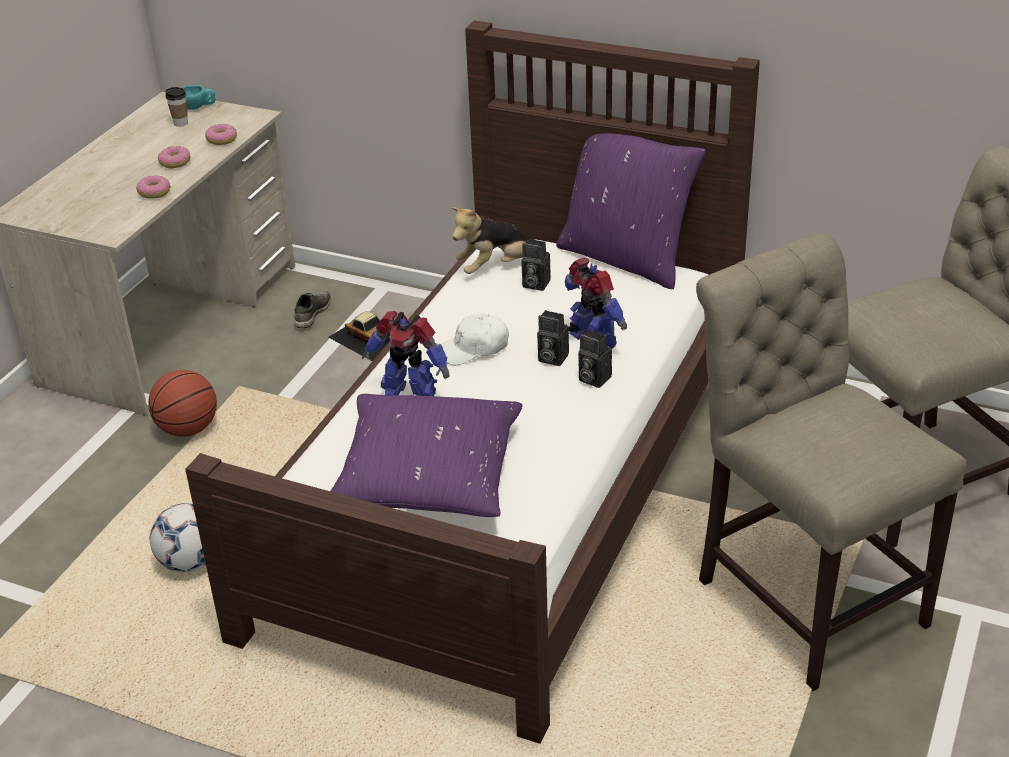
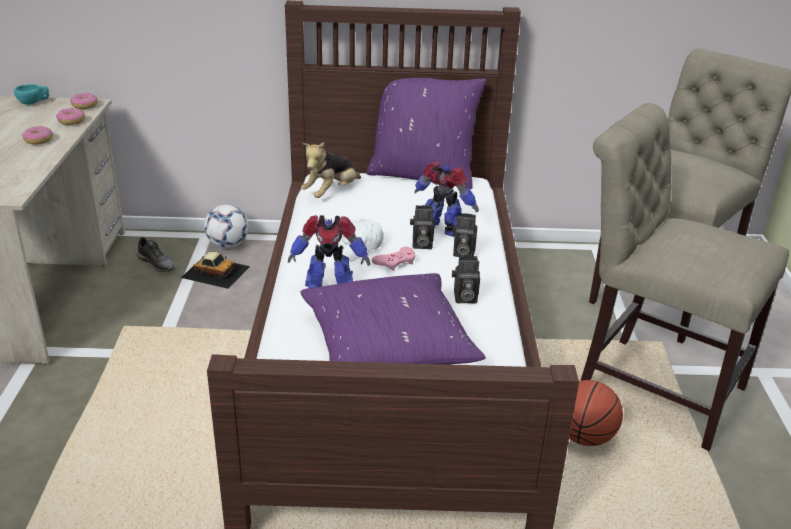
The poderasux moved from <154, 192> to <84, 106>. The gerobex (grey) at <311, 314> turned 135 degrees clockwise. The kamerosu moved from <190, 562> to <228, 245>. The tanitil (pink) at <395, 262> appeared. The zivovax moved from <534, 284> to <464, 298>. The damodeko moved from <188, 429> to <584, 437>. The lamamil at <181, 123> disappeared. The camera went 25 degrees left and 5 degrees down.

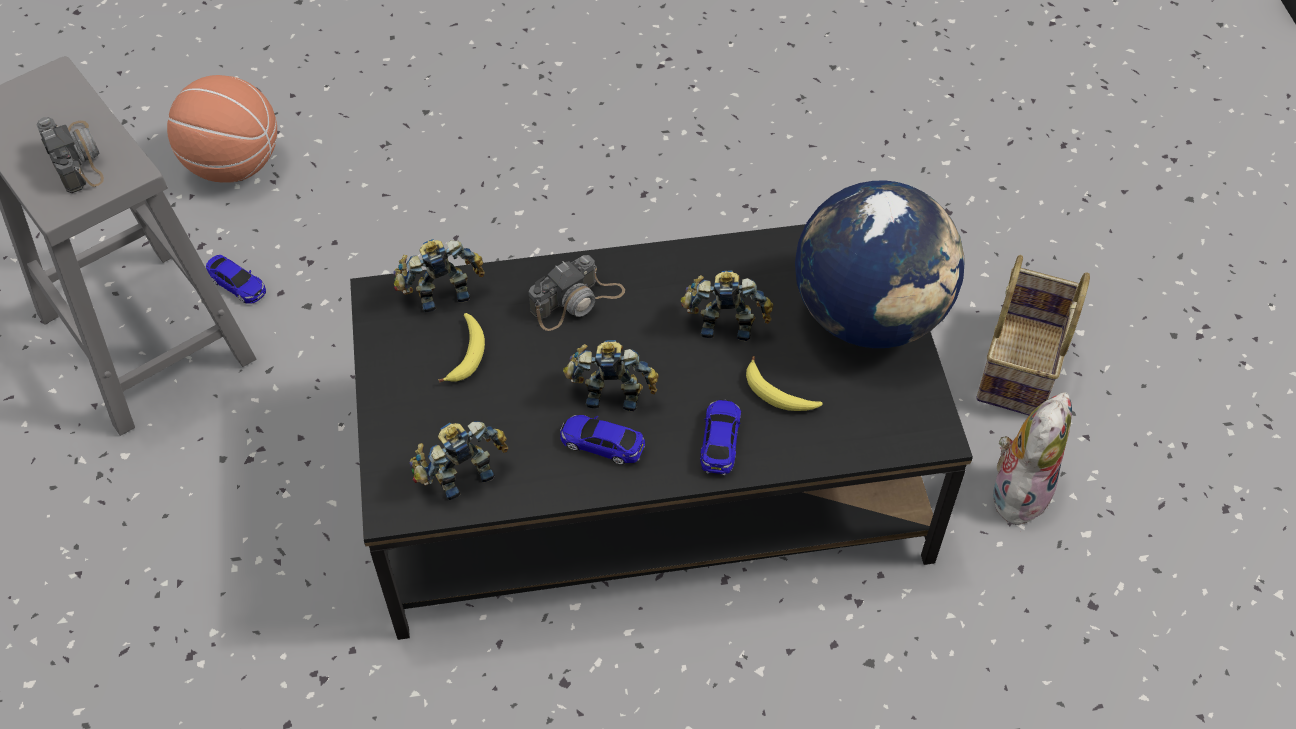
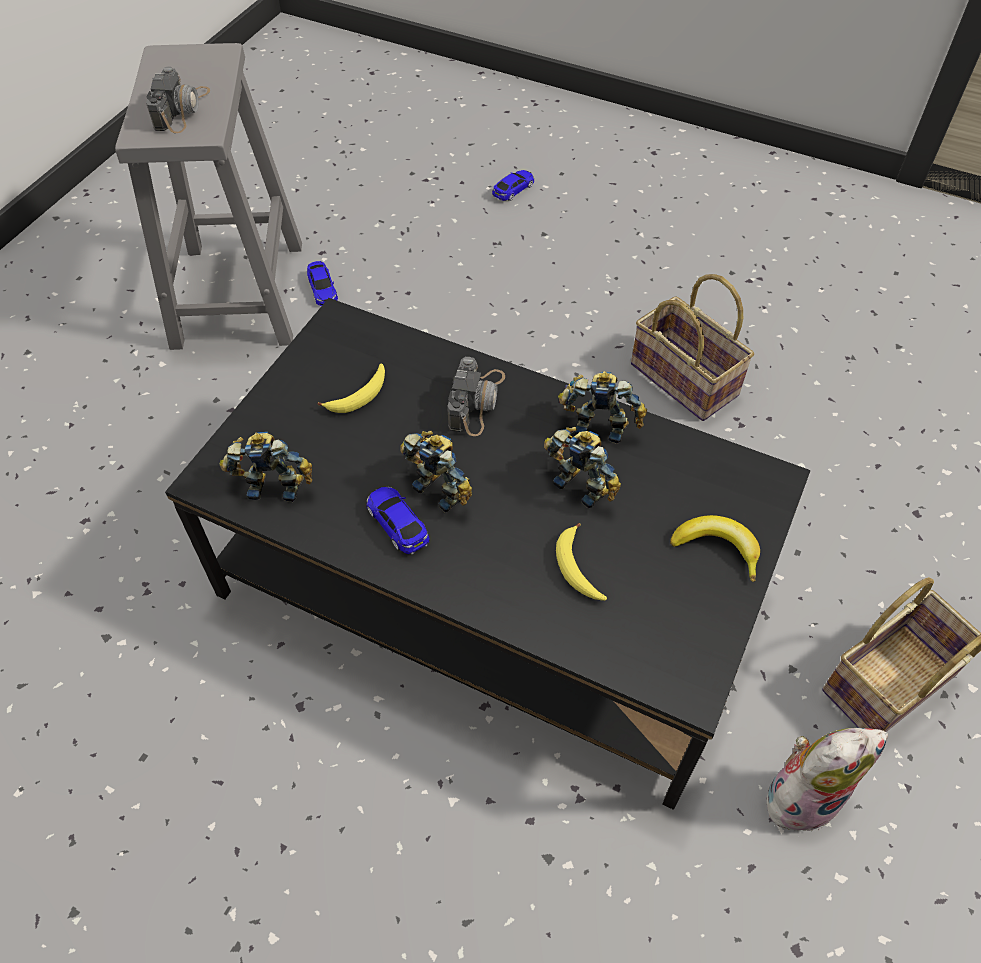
The zivovax at <577, 301> turned 75 degrees counterclockwise. The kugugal moved from <720, 441> to <513, 190>. The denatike moved from <441, 292> to <599, 424>. The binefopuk at <687, 380> appeared. The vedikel at <870, 316> was replaced by the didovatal at <717, 548>. The damodeko at <233, 164> disappeared. The camera went 35 degrees right and 0 degrees up.

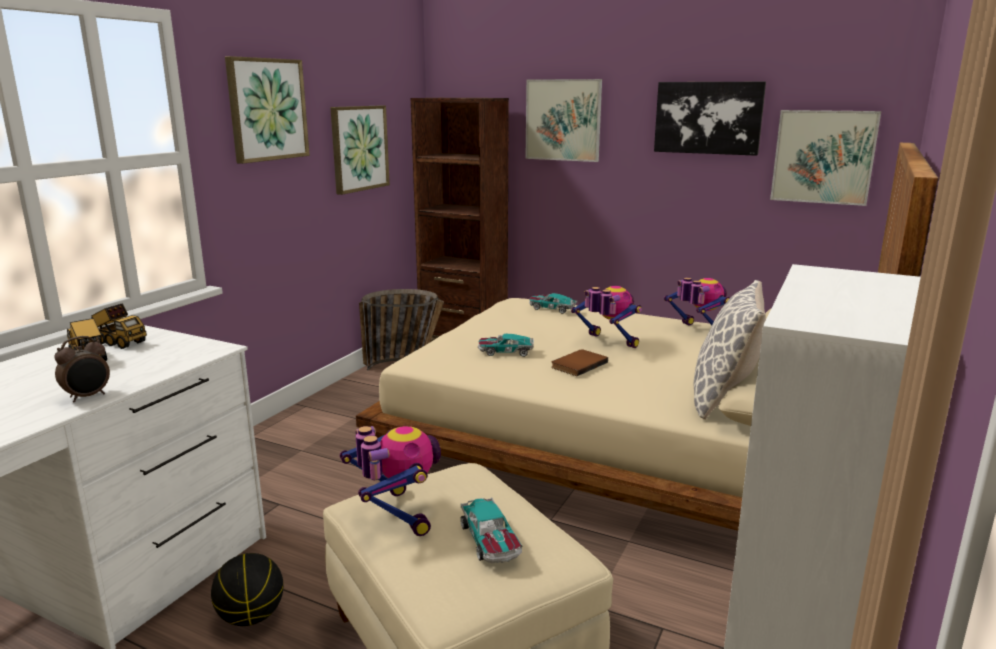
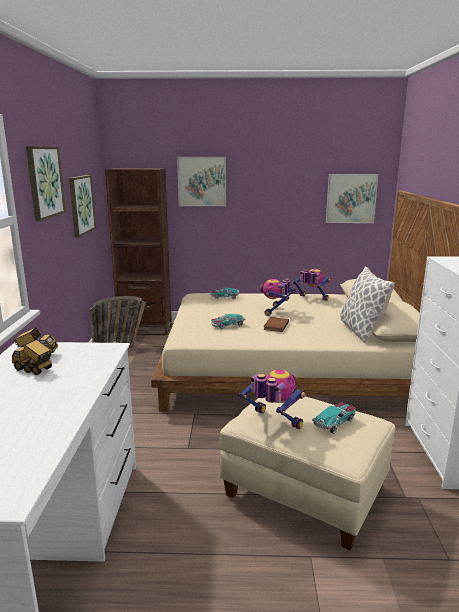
The denatike at <607, 343> turned 90 degrees counterclockwise. The kugugal at <490, 541> turned 90 degrees counterclockwise. The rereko at <88, 396> disappeared. The damodeko at <251, 616> disappeared. The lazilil at <708, 118> disappeared. The camera went 25 degrees left and 0 degrees up.

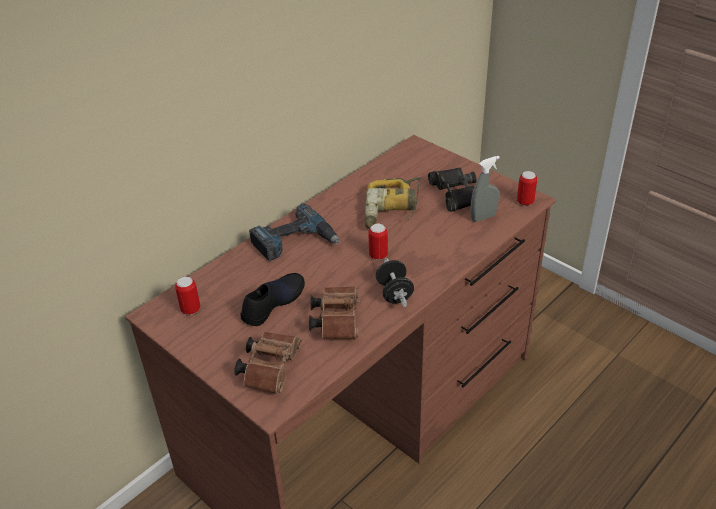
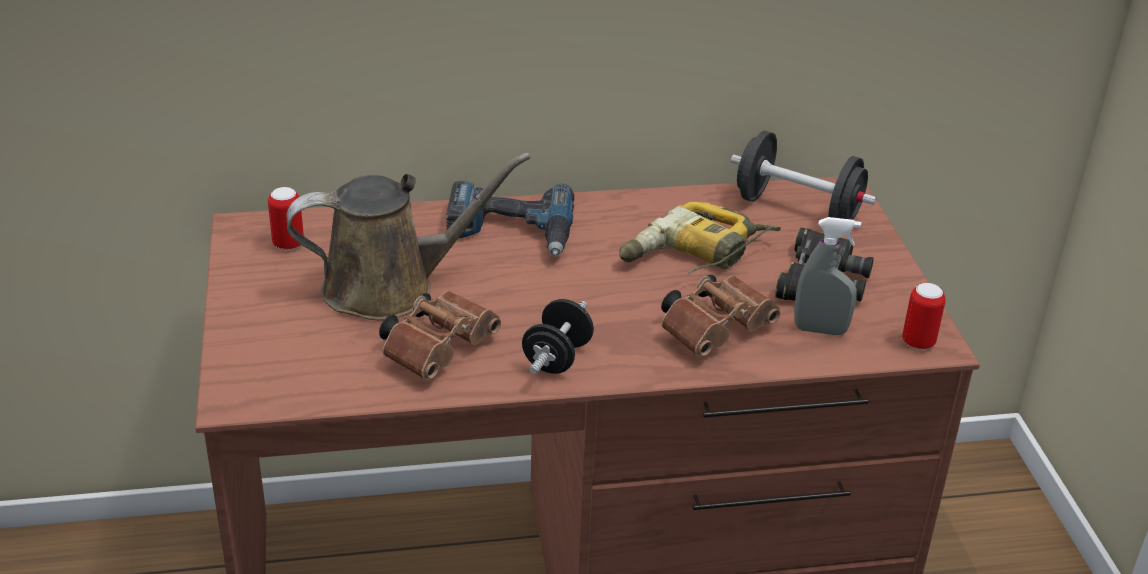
The gerobex (black) at <273, 303> was replaced by the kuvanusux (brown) at <390, 287>. The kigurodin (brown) moved from <271, 368> to <717, 330>. The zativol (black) at <797, 210> appeared. The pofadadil at <378, 255> disappeared. The camera went 35 degrees right and 5 degrees down.

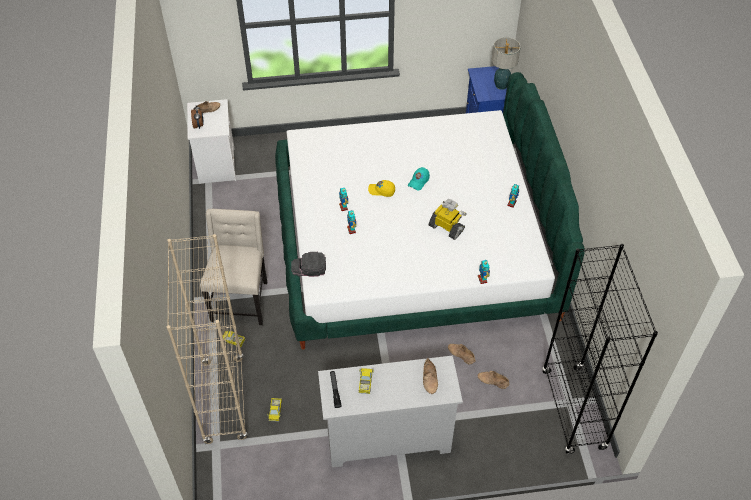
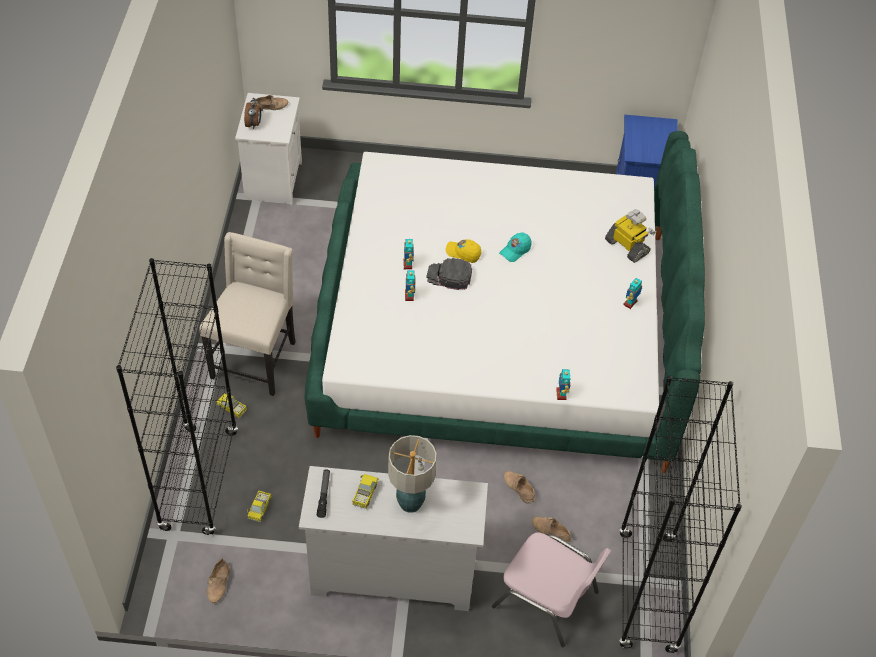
The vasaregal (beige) at <224, 400> became the vasaregal (black) at <199, 480>. The gerobex (beige) moved from <430, 378> to <219, 584>. The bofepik moved from <501, 85> to <411, 503>. The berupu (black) moved from <309, 267> to <449, 276>. The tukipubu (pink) at <547, 600> appeared. The denatike moved from <447, 227> to <627, 247>. The camera went 10 degrees right and 0 degrees up.

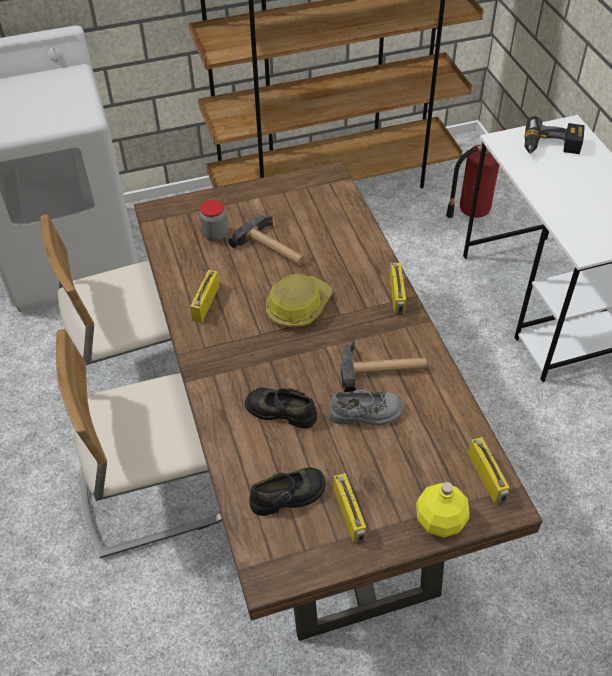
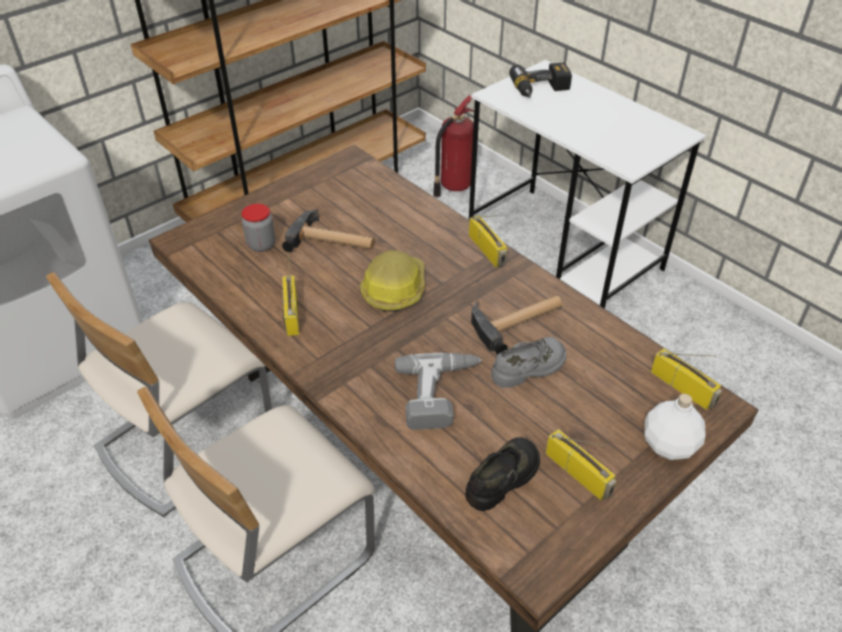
The gerobex (black) at <281, 410> was replaced by the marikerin at <441, 394>. The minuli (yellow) at <439, 520> became the minuli (white) at <668, 445>. The camera went 25 degrees left and 5 degrees down.

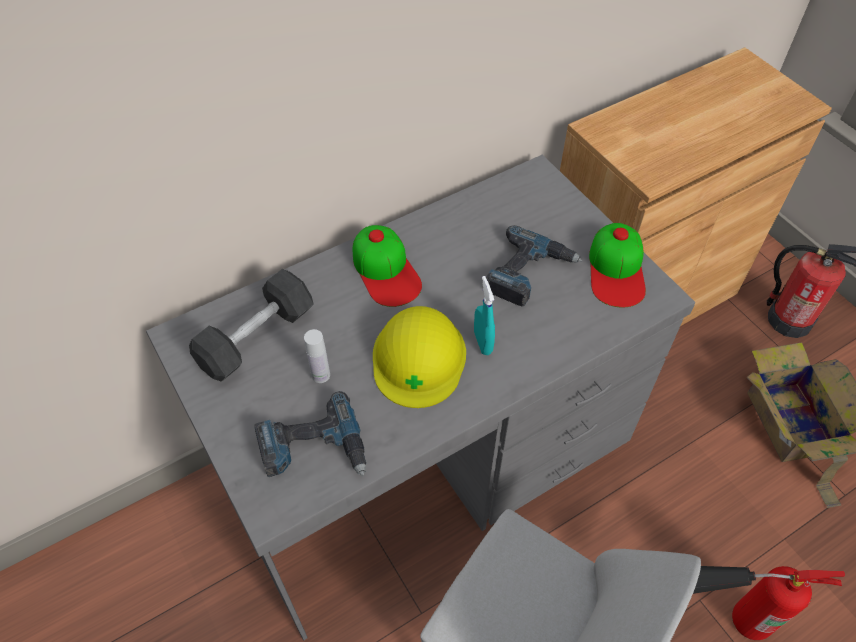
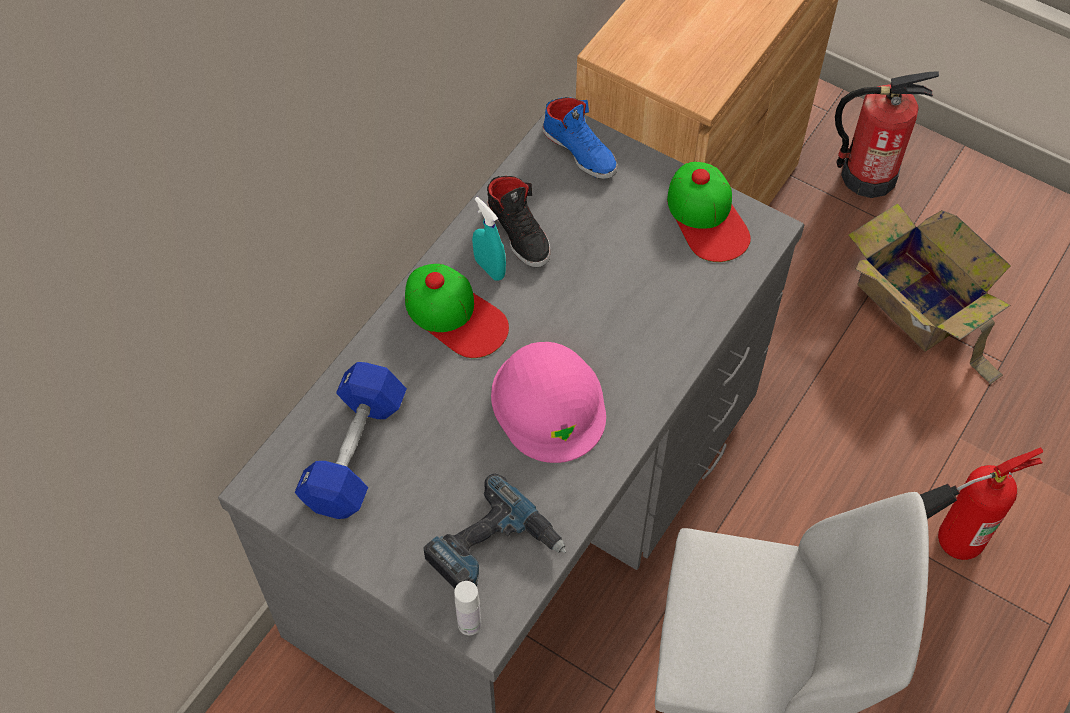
The zativol (black) at <256, 337> became the zativol (blue) at <354, 453>. The minuli (white) moved from <321, 375> to <469, 624>. The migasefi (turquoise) moved from <482, 342> to <489, 268>. The gerobex (black) at <519, 232> appeared. The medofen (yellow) at <419, 357> became the medofen (pink) at <549, 402>. The gerobex (blue) at <580, 150> appeared. The marikerin at <529, 273> disappeared. The camera went 25 degrees left and 5 degrees up.

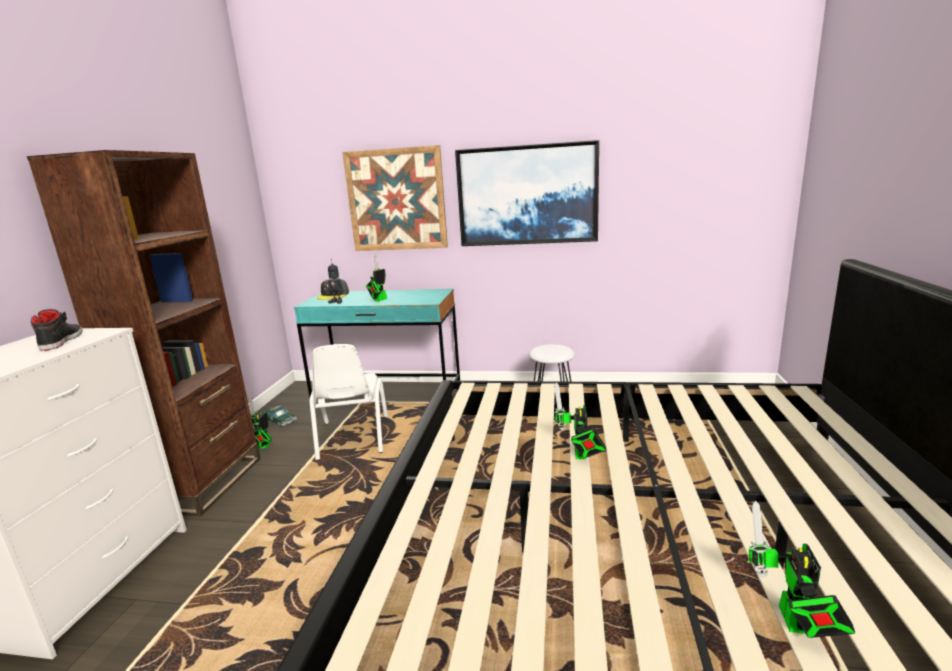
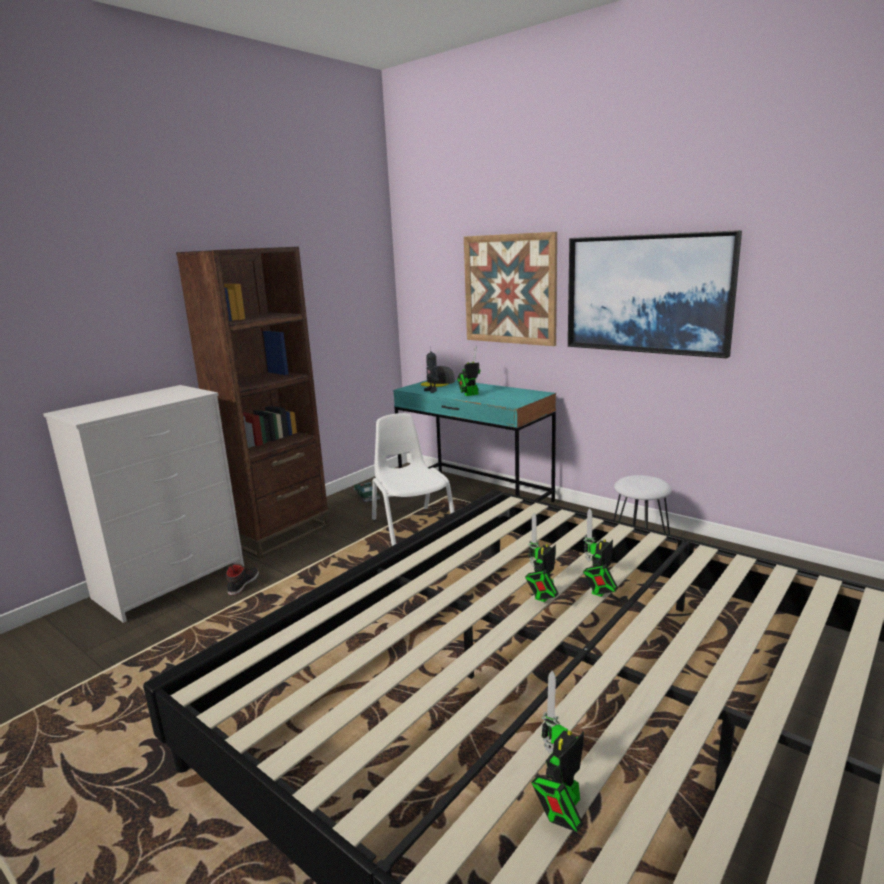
The gerobex (black) moved from <61, 341> to <243, 583>. The tukipubu (white) at <352, 437> turned 135 degrees clockwise. The denatike moved from <264, 446> to <599, 592>. The camera went 30 degrees right and 0 degrees up.

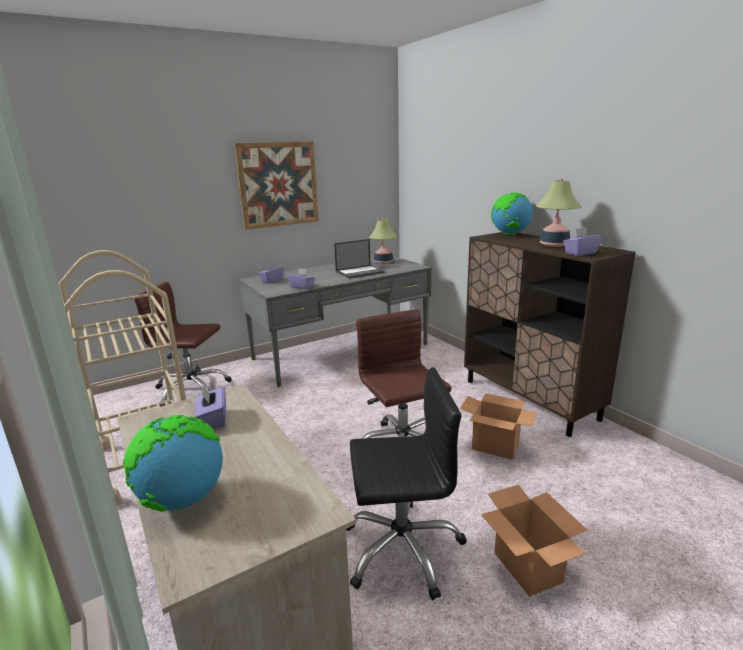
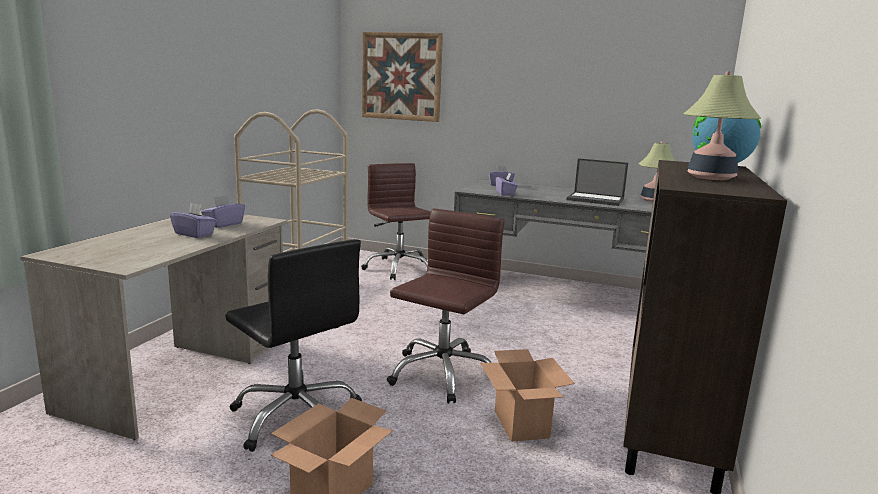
The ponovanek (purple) moved from <580, 253> to <194, 234>. The lazilil moved from <278, 184> to <401, 76>. The vedikel at <182, 500> disappeared. The camera went 50 degrees right and 5 degrees down.

